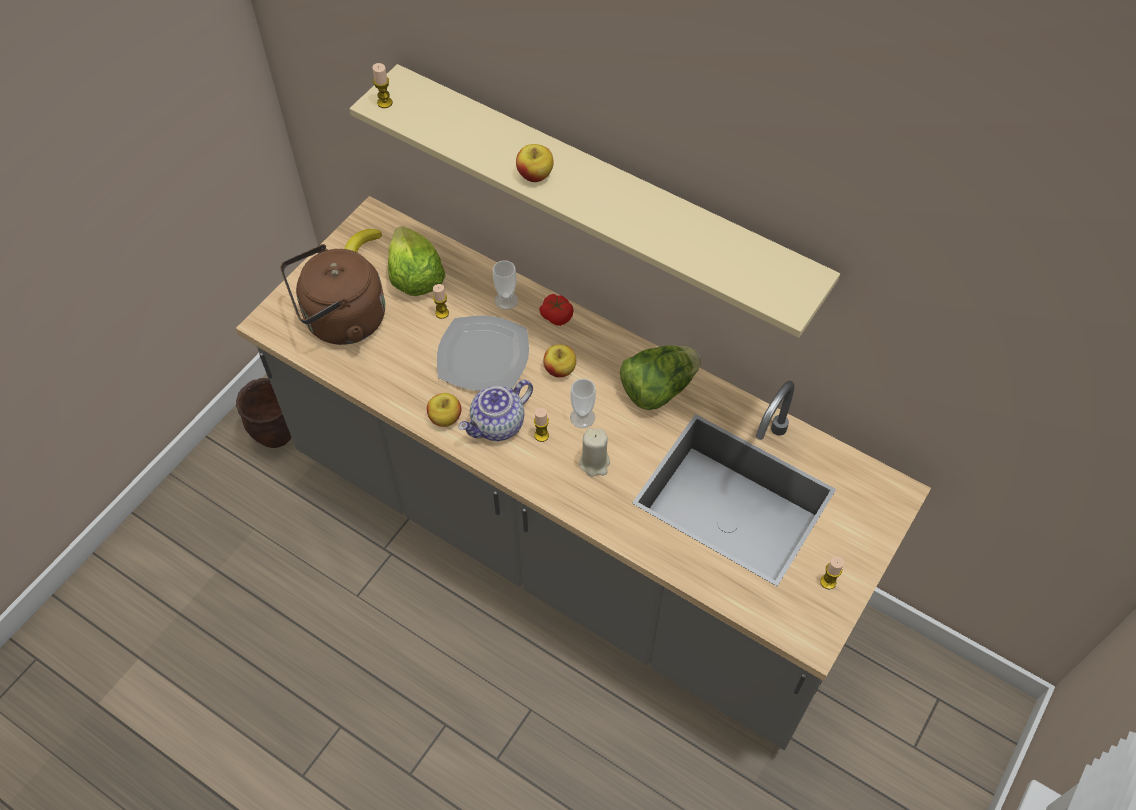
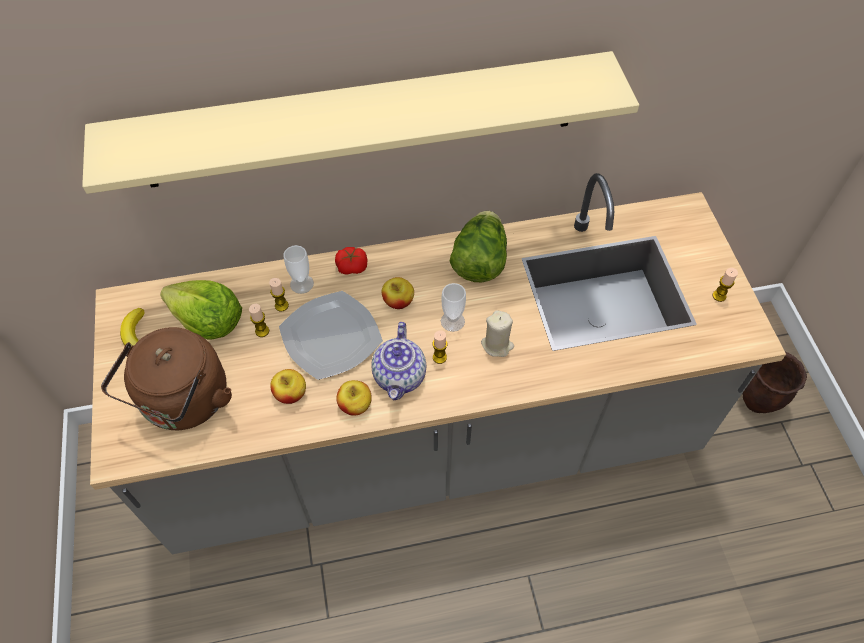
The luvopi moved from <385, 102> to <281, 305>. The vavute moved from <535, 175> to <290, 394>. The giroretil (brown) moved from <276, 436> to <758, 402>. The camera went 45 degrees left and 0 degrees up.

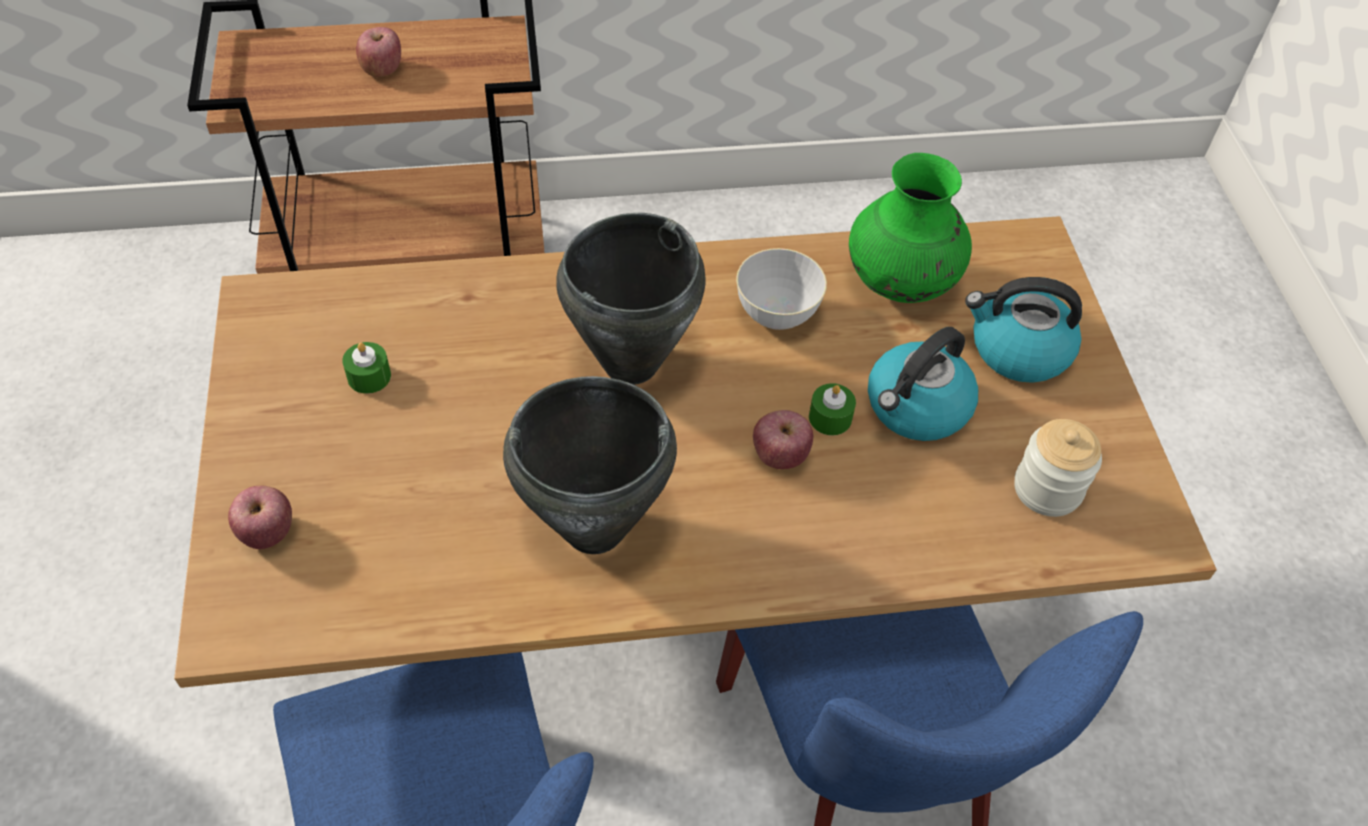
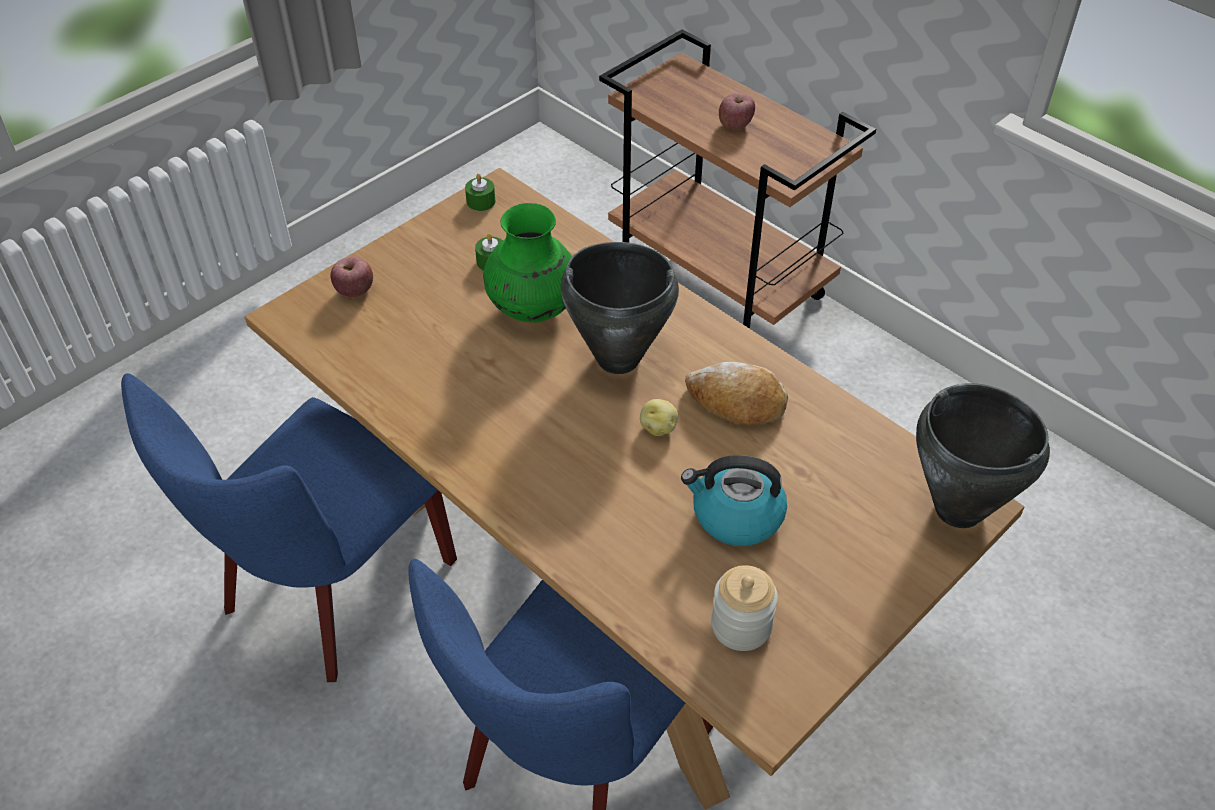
The luvopi (green) moved from <830, 418> to <481, 201>. The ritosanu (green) moved from <900, 284> to <532, 309>. The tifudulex at <658, 427> appeared. The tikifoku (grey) at <776, 314> was replaced by the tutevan at <736, 402>. The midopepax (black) moved from <595, 529> to <958, 510>. The vavute at <779, 455> disappeared. The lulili at <1017, 350> disappeared. The camera went 55 degrees right and 5 degrees down.

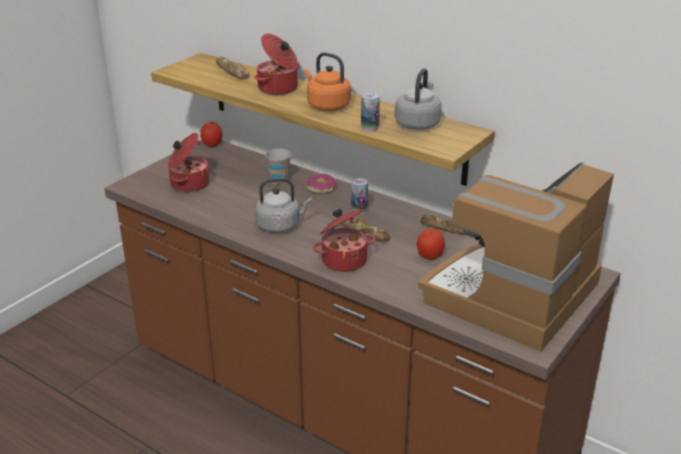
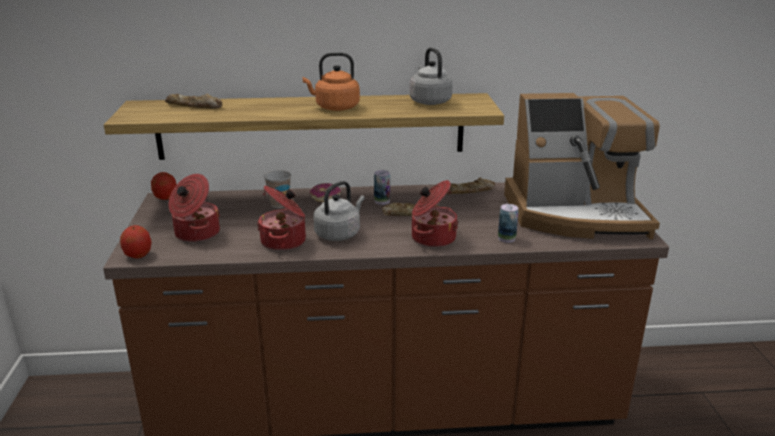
The vavute moved from <430, 256> to <138, 255>. The midopepax moved from <279, 88> to <285, 241>. The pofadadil moved from <370, 128> to <506, 238>. The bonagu at <512, 295> turned 90 degrees counterclockwise. The camera went 40 degrees left and 5 degrees down.

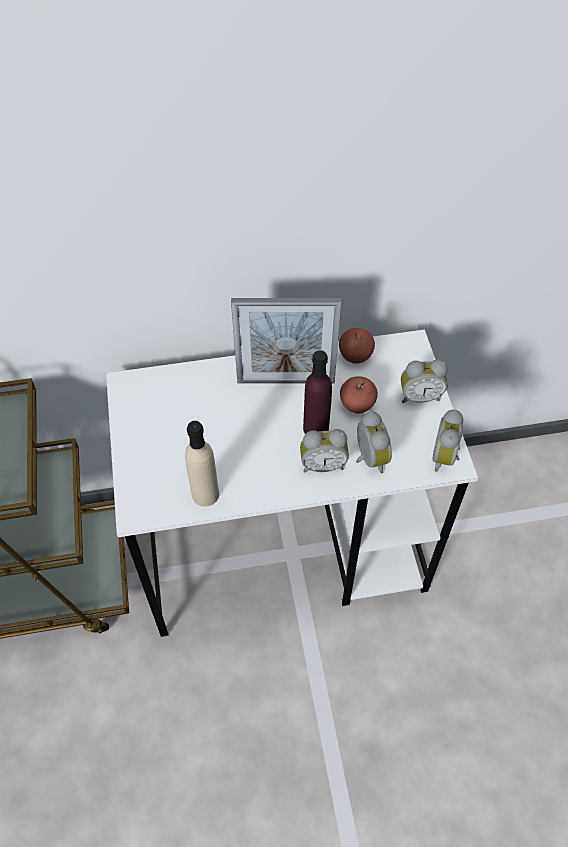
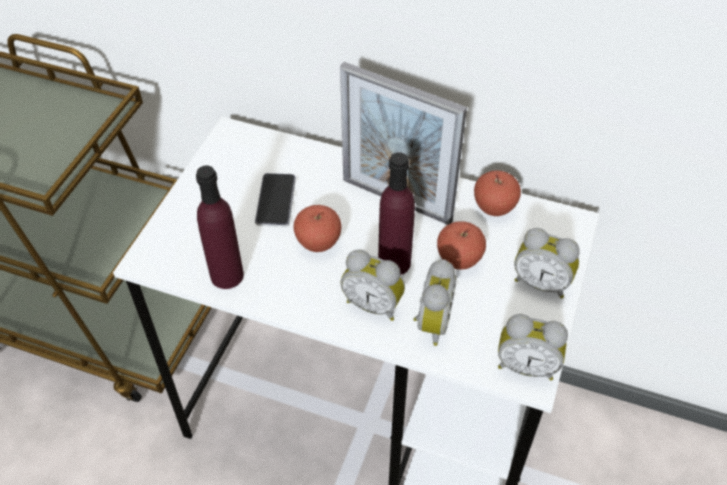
The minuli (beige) at <205, 494> became the minuli (purple) at <227, 275>. The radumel at <276, 201> appeared. The vavute at <318, 242> appeared. The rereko at <445, 457> turned 120 degrees counterclockwise. The camera went 30 degrees right and 5 degrees down.

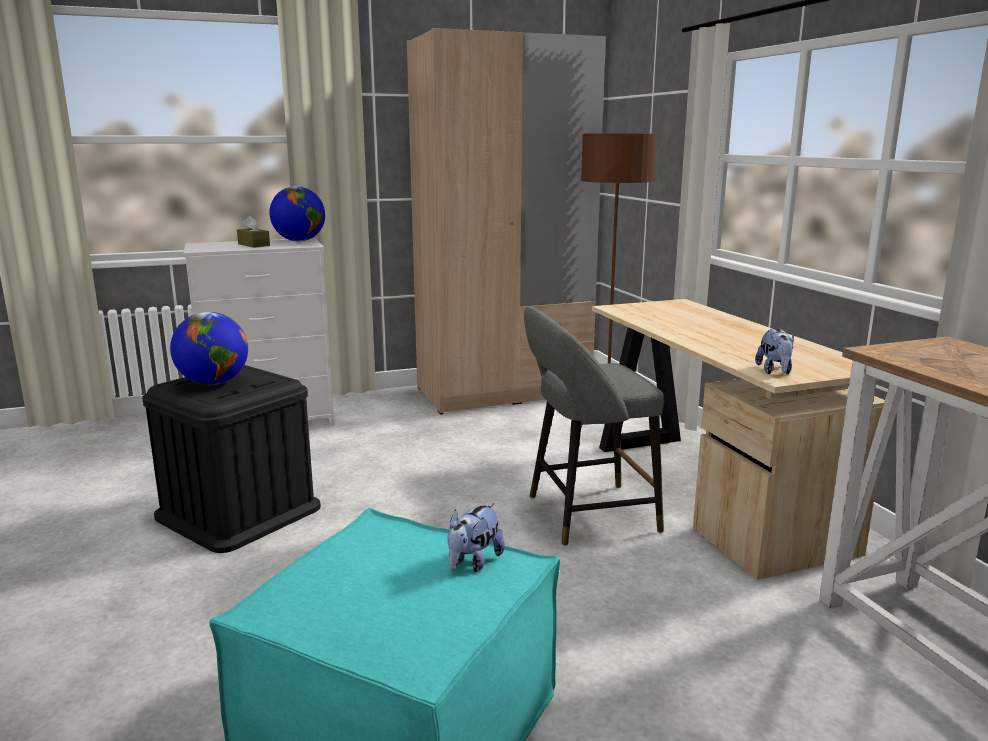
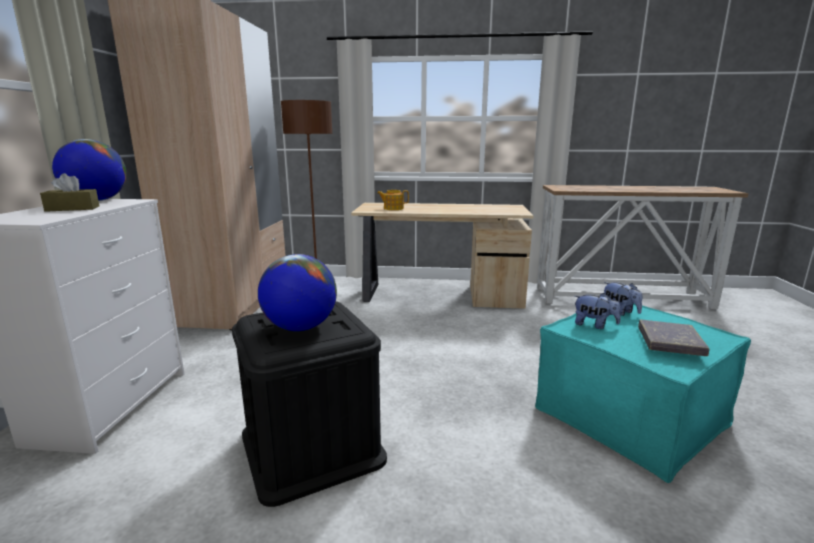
The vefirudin at <393, 208> appeared. The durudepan moved from <775, 371> to <594, 325>. The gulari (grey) at <670, 342> appeared. The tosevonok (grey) at <585, 515> disappeared. The camera went 65 degrees left and 0 degrees up.

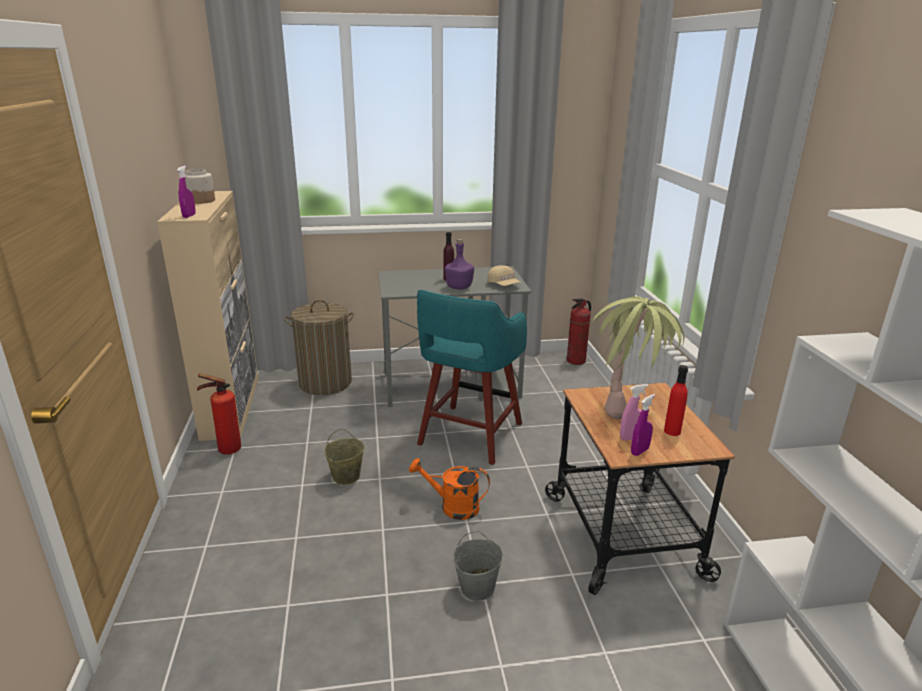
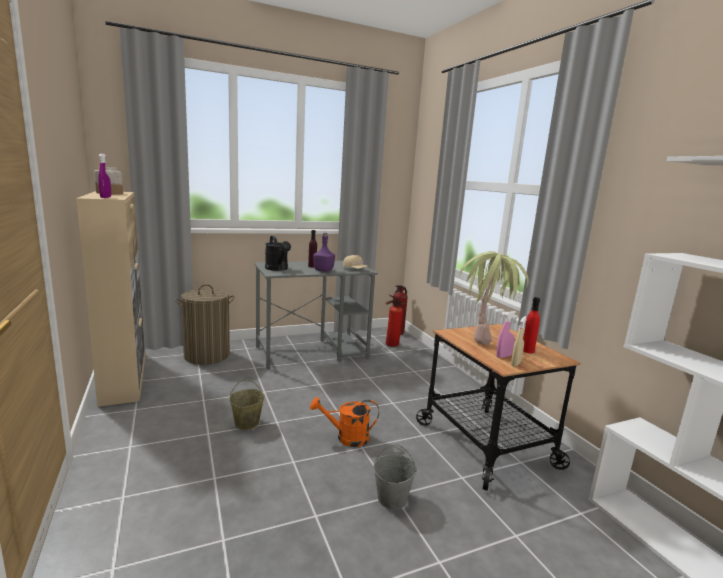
The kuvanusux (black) at <278, 269> appeared. The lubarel moved from <226, 450> to <390, 345>. The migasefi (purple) at <639, 451> became the migasefi (beige) at <515, 364>. The tosevonok (turquoise) at <469, 435> disappeared. The camera went 15 degrees left and 10 degrees down.

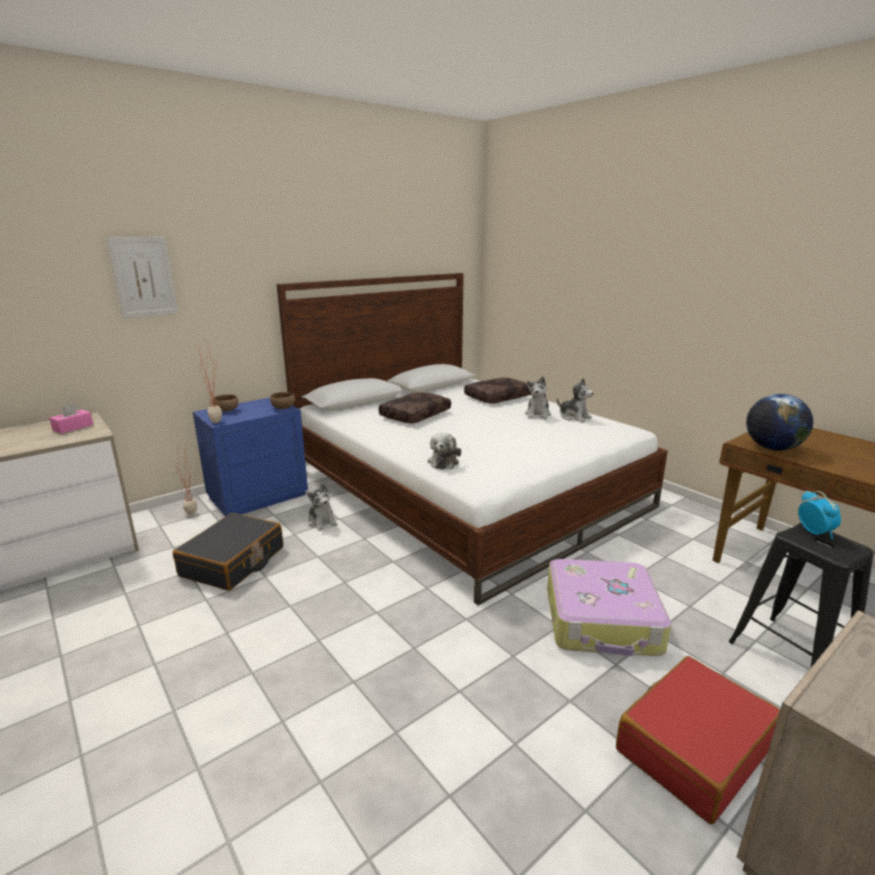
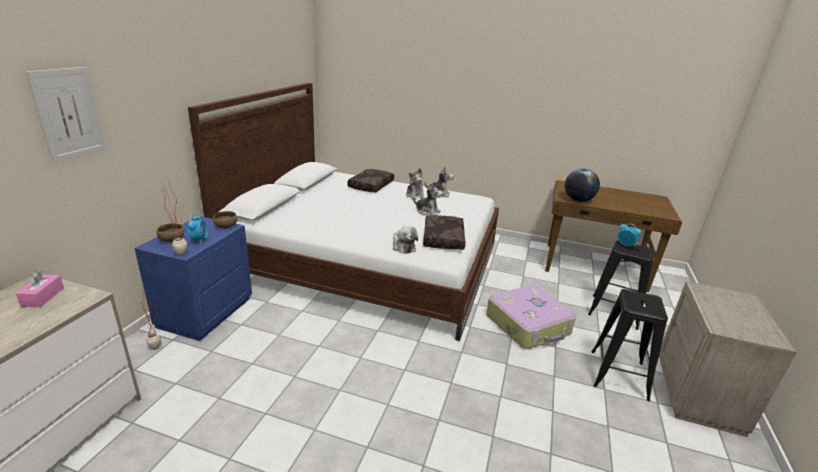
The rereko at <199, 240> appeared. The durudepan moved from <322, 522> to <427, 212>. The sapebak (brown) moved from <415, 415> to <442, 238>. The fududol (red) at <693, 747> was replaced by the tosevonok (black) at <618, 374>. The fududol (black) at <233, 562> disappeared. The camera went 35 degrees left and 5 degrees up.

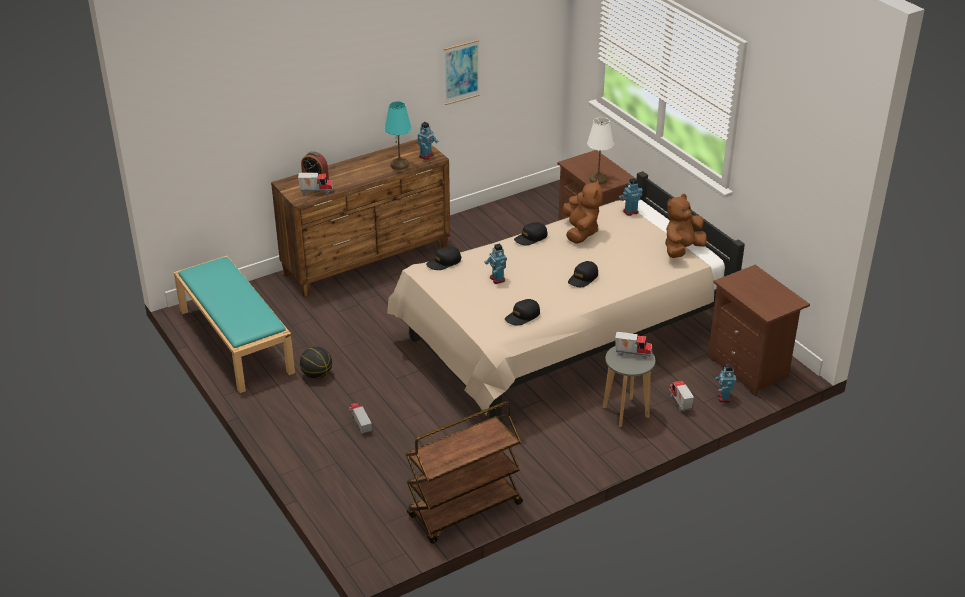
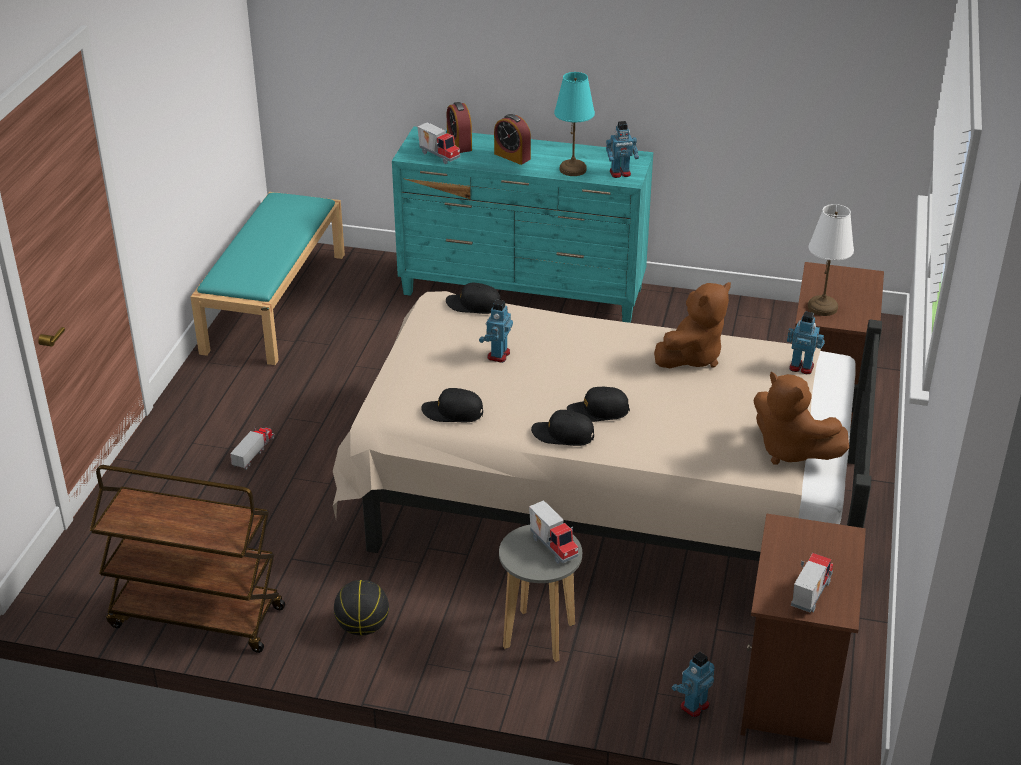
The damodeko moved from <317, 374> to <363, 627>. The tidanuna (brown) at <367, 261> became the tidanuna (turquoise) at <523, 292>. The rereko at <512, 156> appeared. The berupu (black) moved from <530, 238> to <563, 435>. The durudepan (brown) at <682, 250> turned 135 degrees counterclockwise. The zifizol moved from <679, 403> to <809, 594>. The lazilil at <461, 72> disappeared. The camera went 45 degrees right and 0 degrees up.

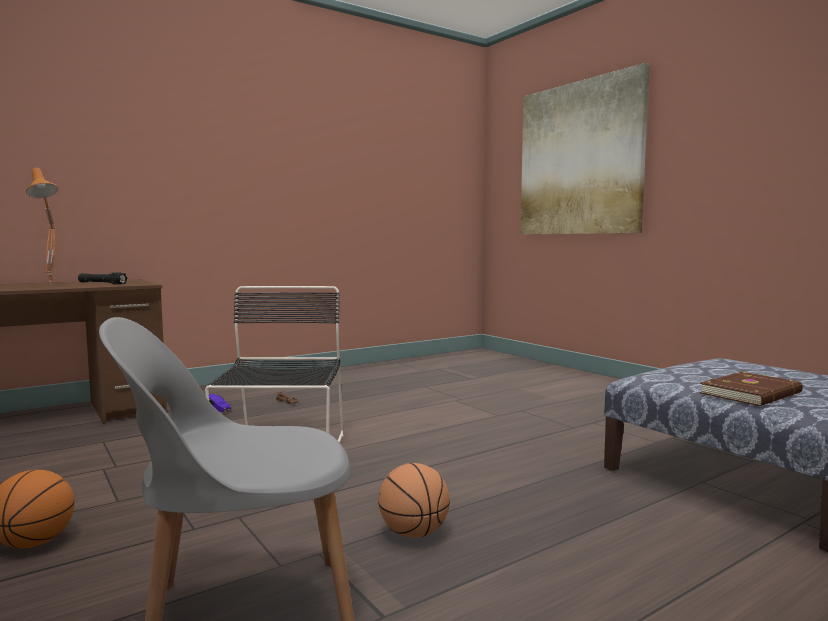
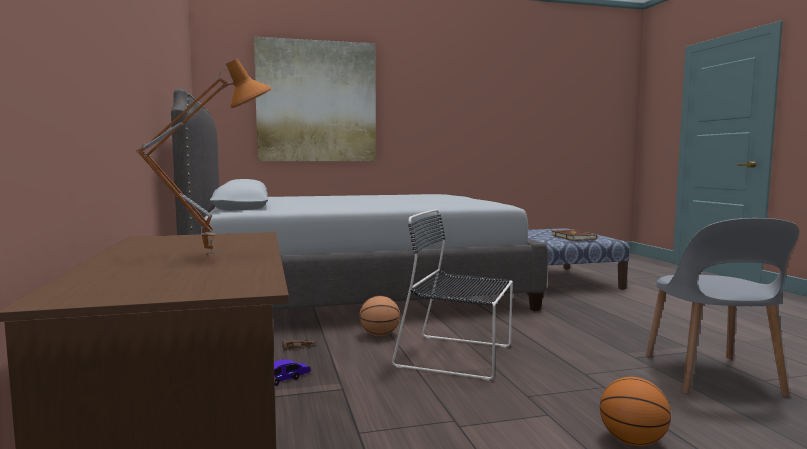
The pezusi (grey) at <355, 293> appeared. The damodeko moved from <414, 533> to <379, 335>. The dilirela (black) at <102, 284> disappeared. The camera went 70 degrees left and 0 degrees up.

